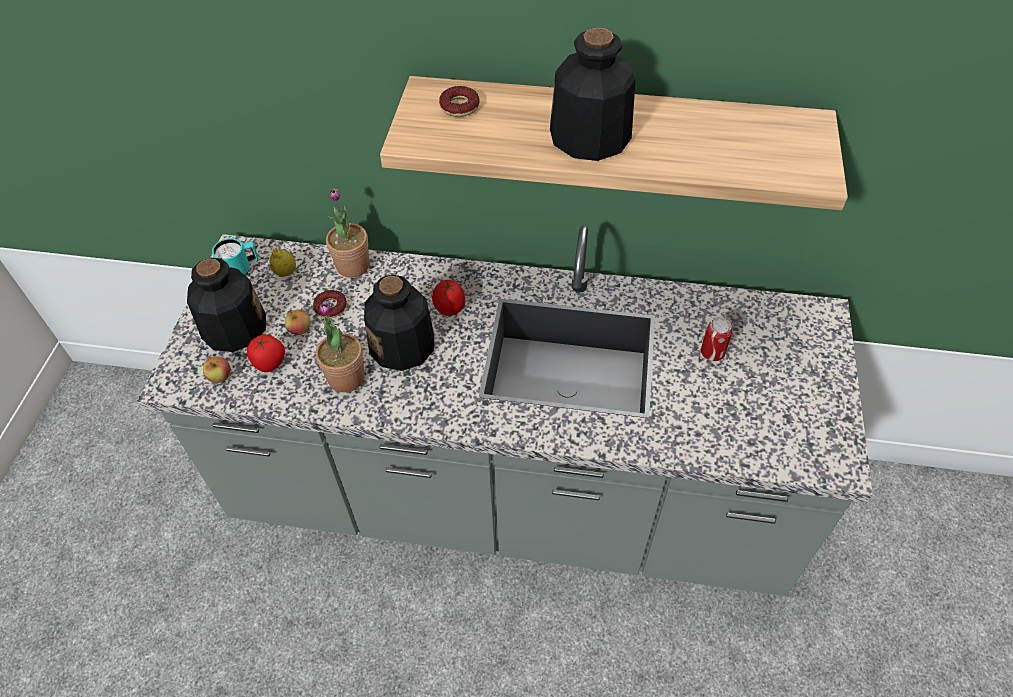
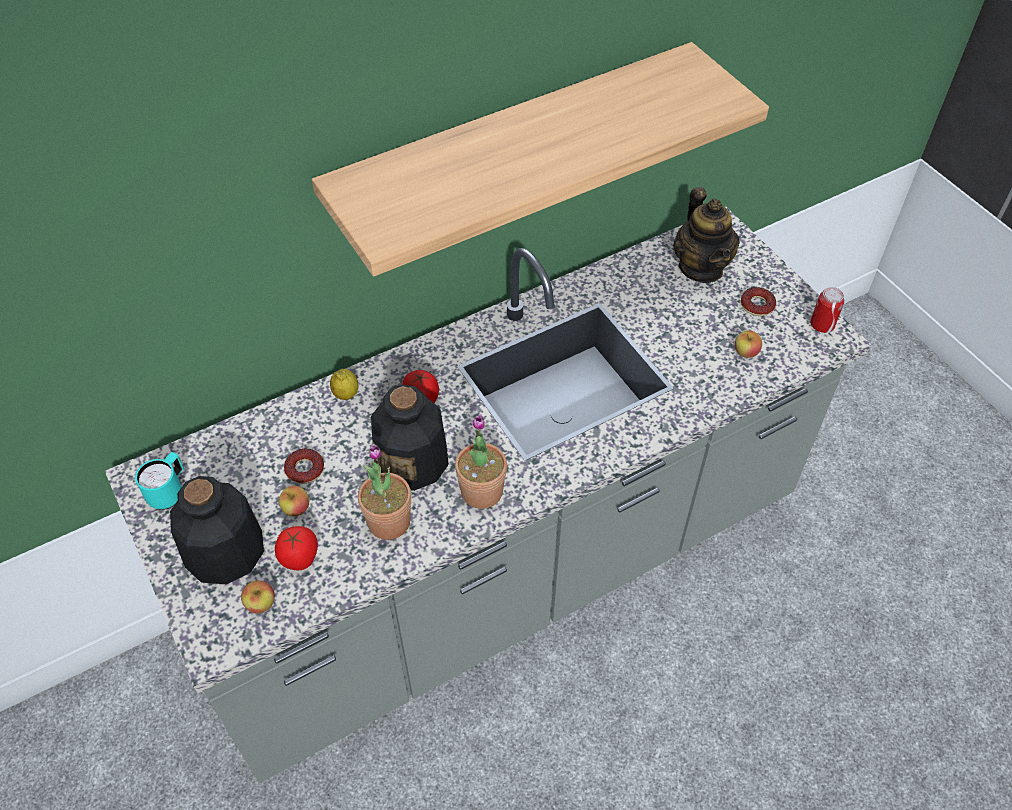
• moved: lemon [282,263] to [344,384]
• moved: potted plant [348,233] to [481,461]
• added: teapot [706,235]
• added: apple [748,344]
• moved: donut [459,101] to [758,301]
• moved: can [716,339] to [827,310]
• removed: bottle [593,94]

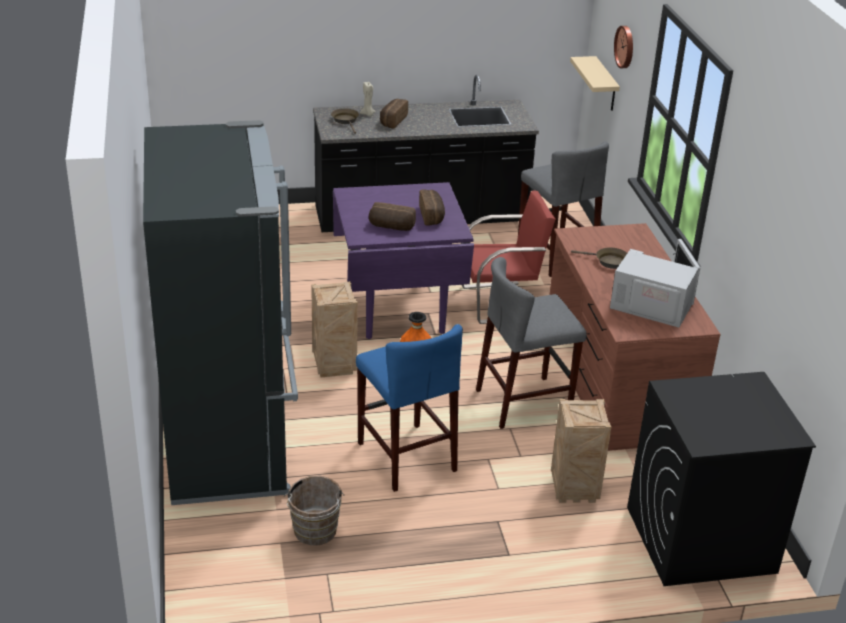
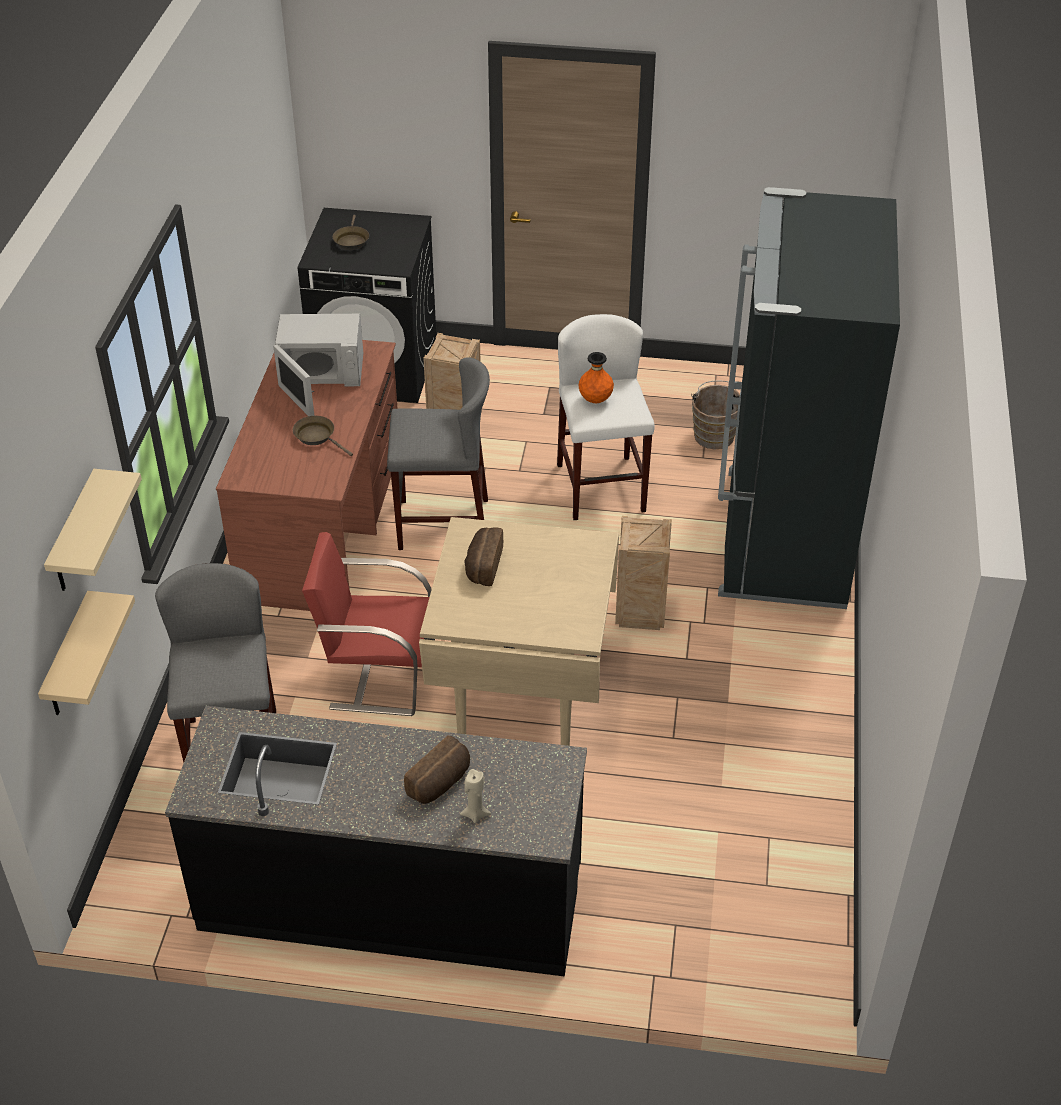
• replaced: wall clock [623,47] to beige shelf [93,530]
• turned: white microwave [655,283] = [318,365] 45 degrees counterclockwise
• moved: brown frying pan [345,121] to [350,232]
• recoloured: purple dining table [403,260] to beige dining table [519,631]
• recoloured: blue stool [409,408] to white stool [606,417]
• removed: bread [392,216]

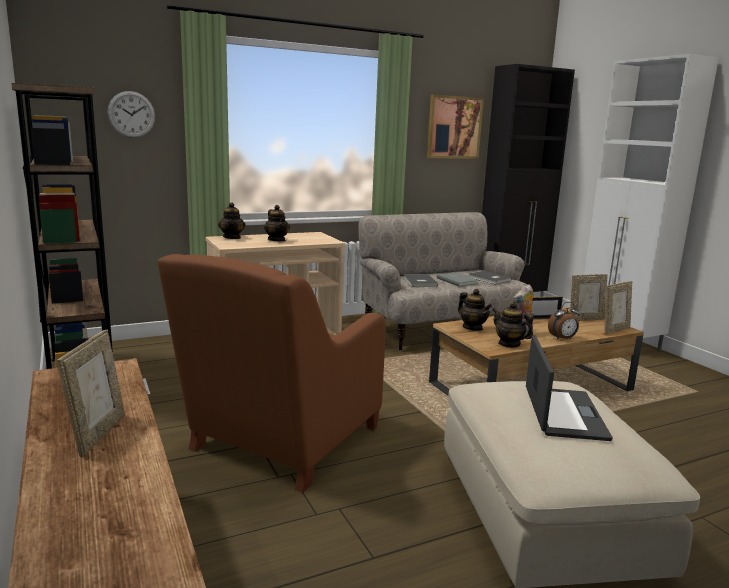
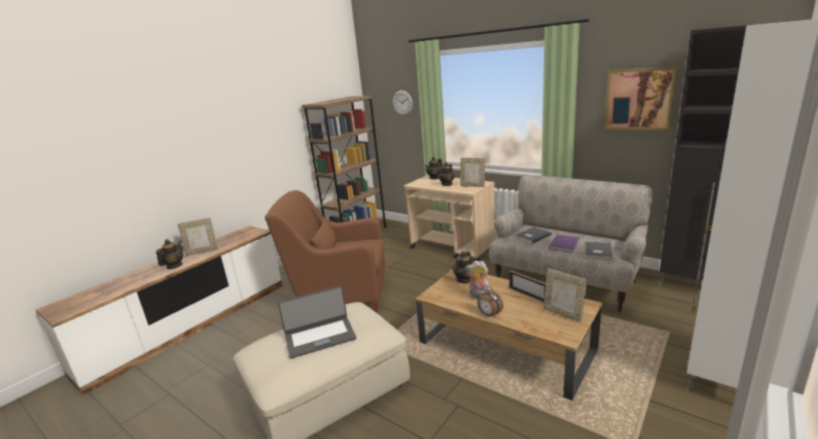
• moved: teapot [513,325] to [169,254]
• moved: picture frame [618,308] to [472,172]
• recoloured: grey book [457,279] to purple book [564,243]

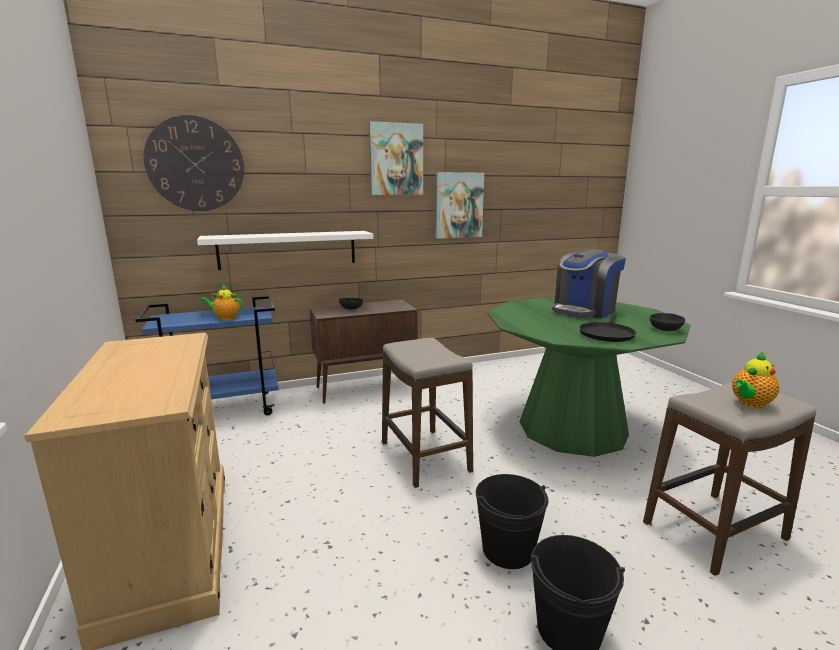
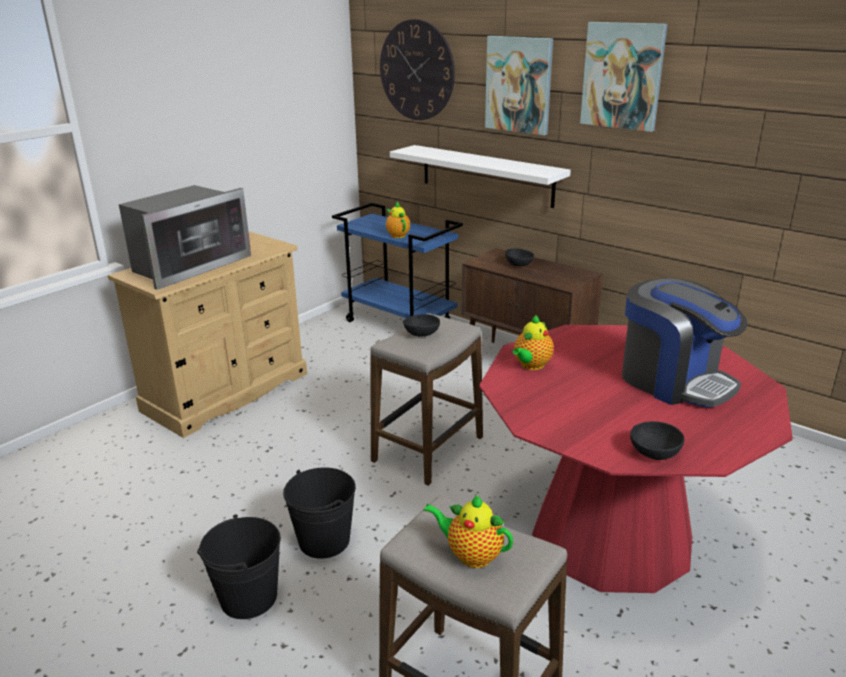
• added: microwave [185,237]
• added: black bowl [421,325]
• recoloured: green dining table [589,377] to red dining table [636,459]
• moved: picture [459,205] to [519,85]
• added: teapot [533,342]
• turned: coffee machine [589,283] = [684,343] 150 degrees counterclockwise
• removed: black frying pan [607,328]

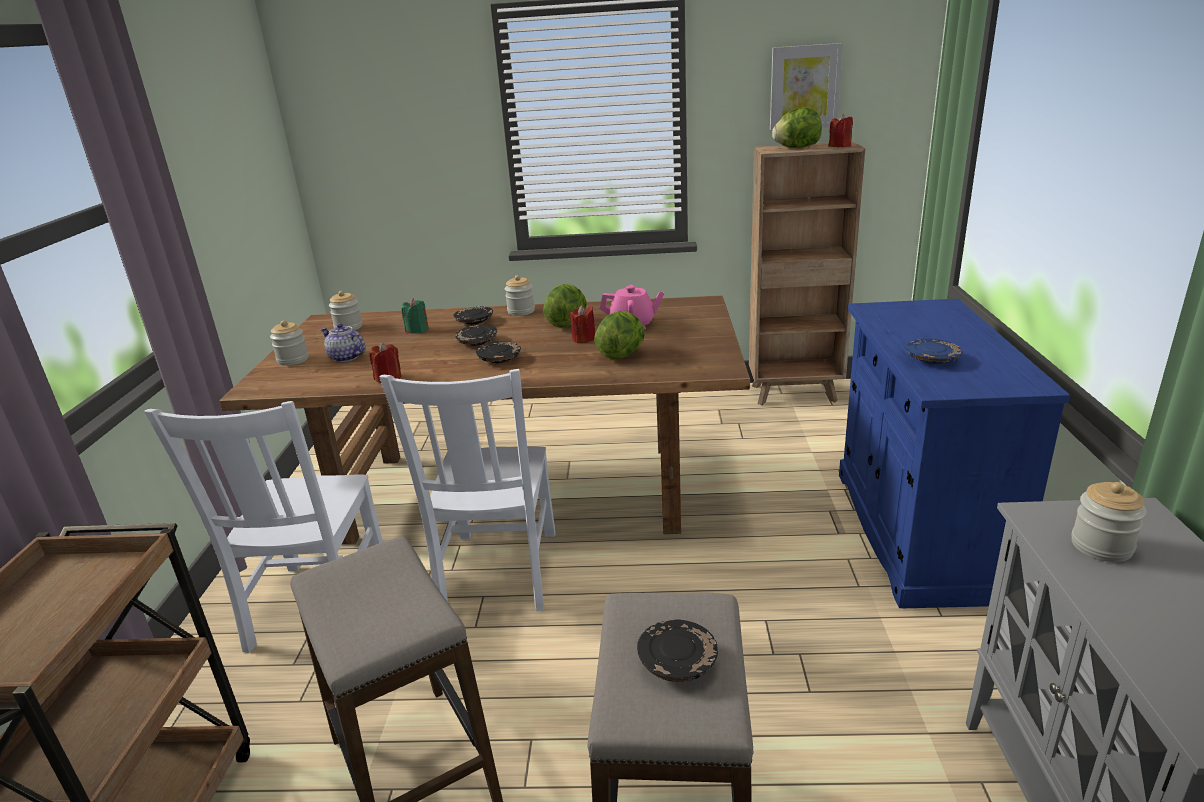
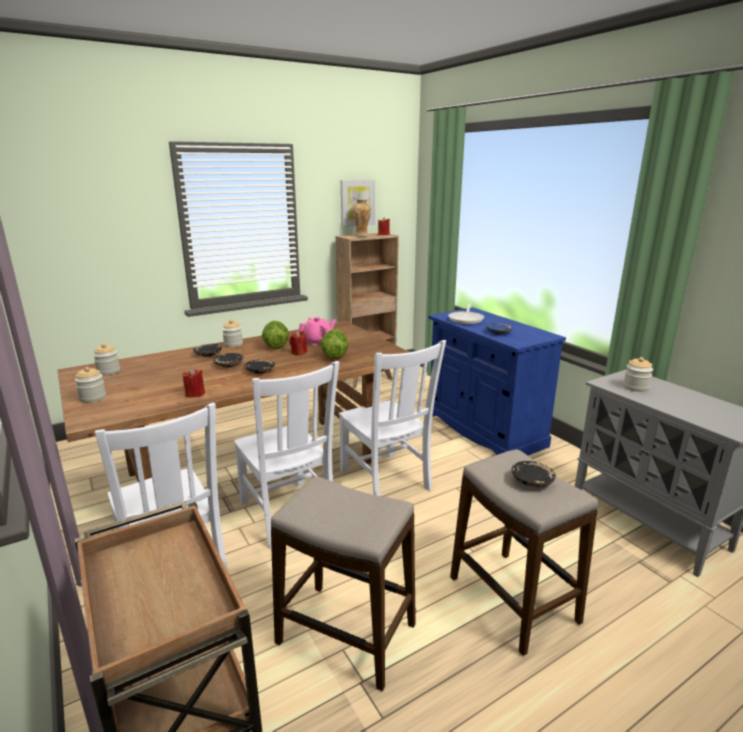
• added: white chair [392,418]
• replaced: lettuce [797,127] to vase [361,218]
• added: frying pan [466,313]
• removed: teapot [343,342]
• removed: green candle [415,316]

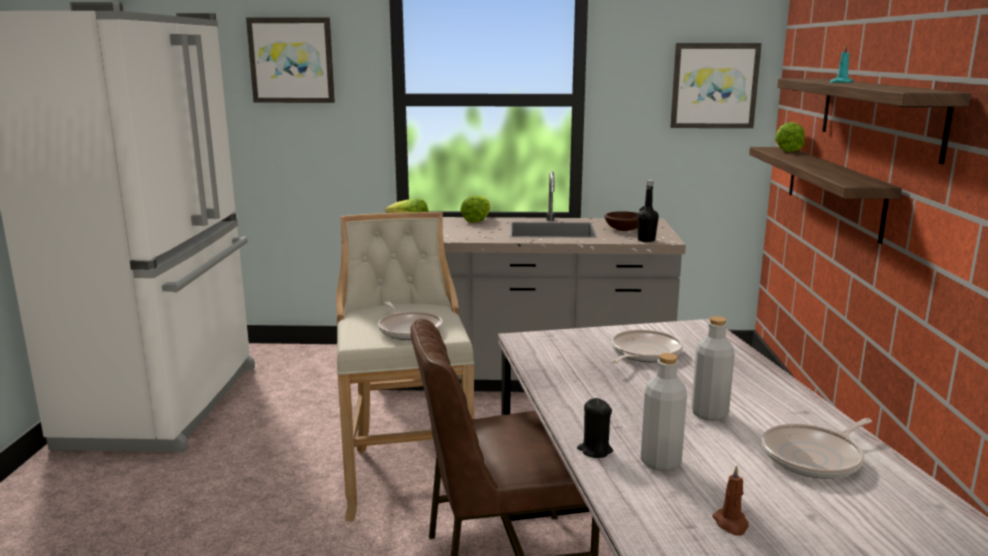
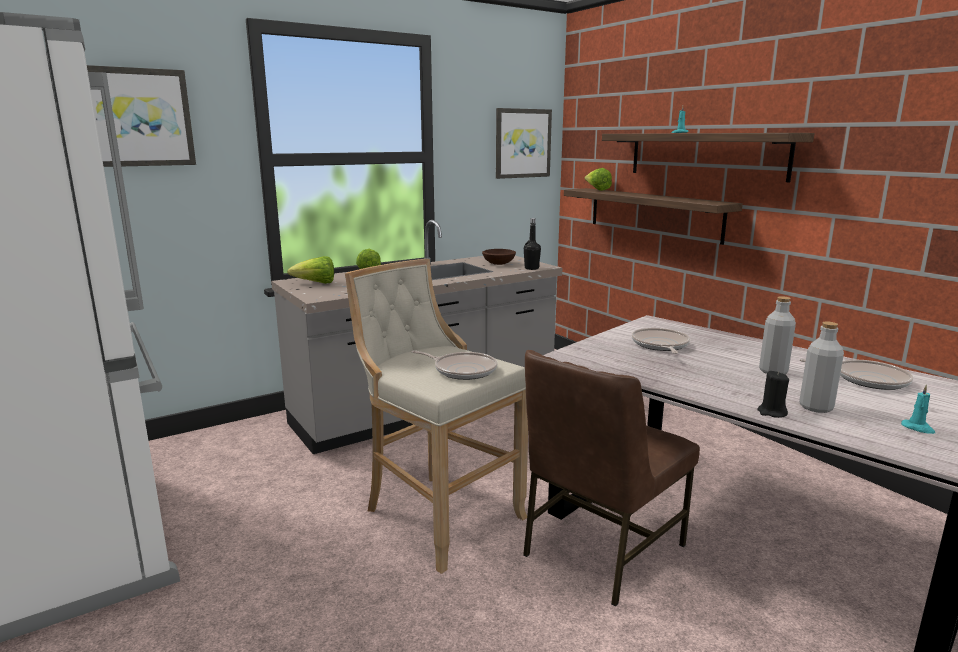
• turned: frying pan [817,448] = [856,374] 90 degrees counterclockwise
• recoloured: brown candle [730,500] to turquoise candle [918,409]

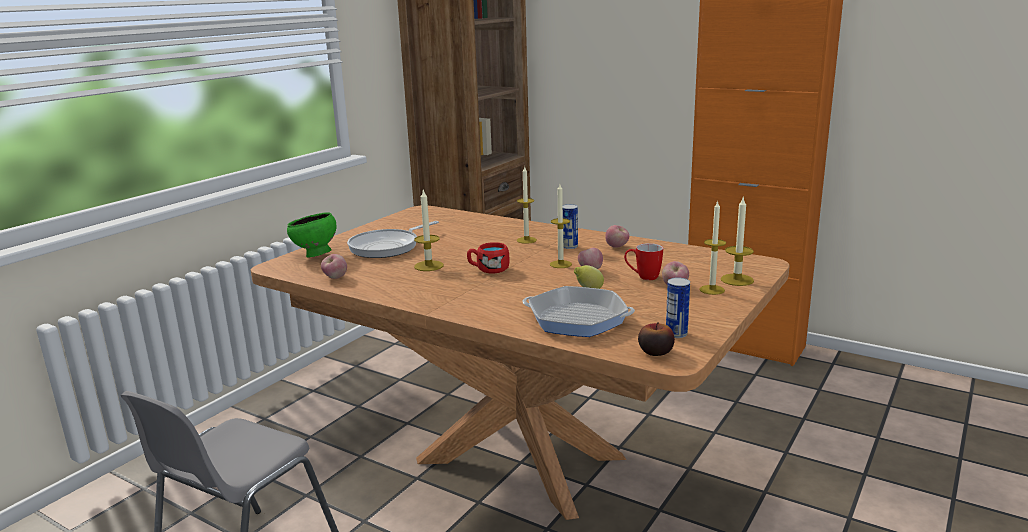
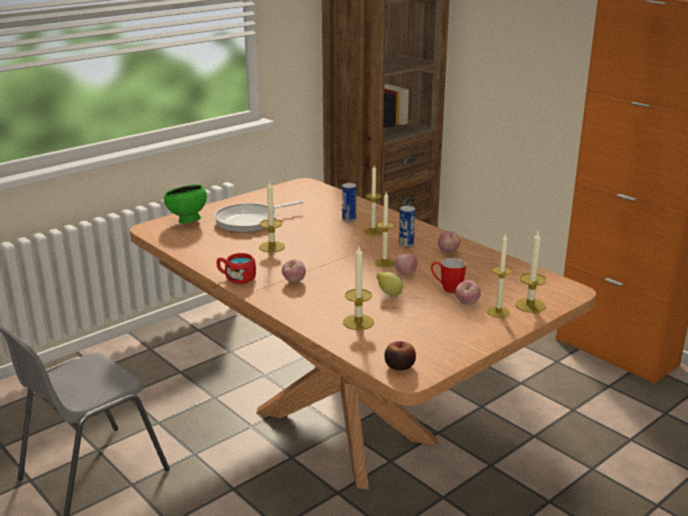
• moved: red mug [488,257] to [236,268]
• moved: apple [334,266] to [294,271]
• moved: can [678,307] to [349,202]
• replaced: frying pan [578,311] to candle [358,288]

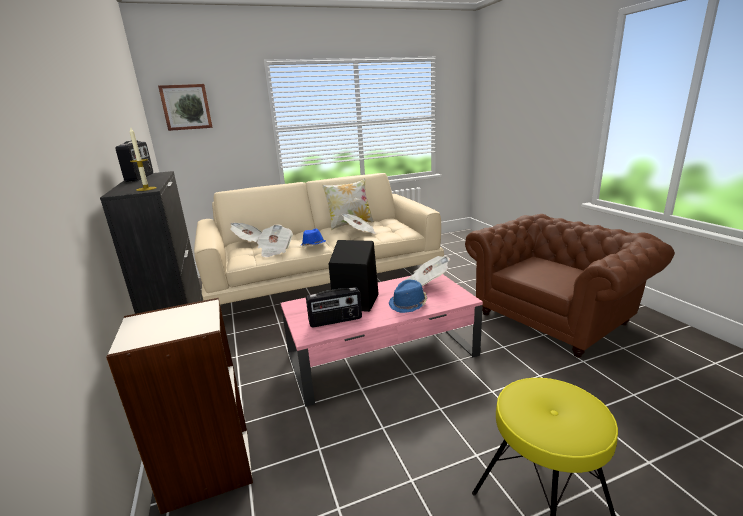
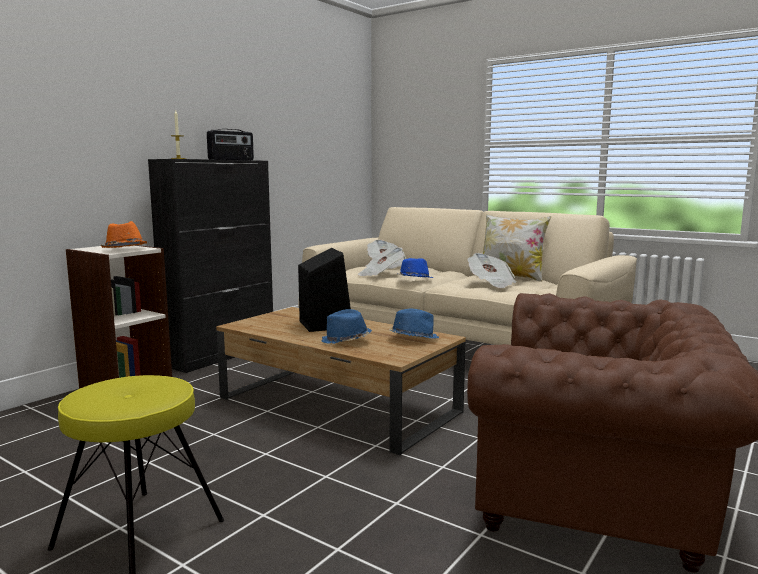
• added: orange hat [124,234]
• recoloured: pink coffee table [382,340] to brown coffee table [341,381]
• replaced: newspaper [427,271] to blue hat [414,323]
• removed: picture [185,107]
• removed: radio [334,307]

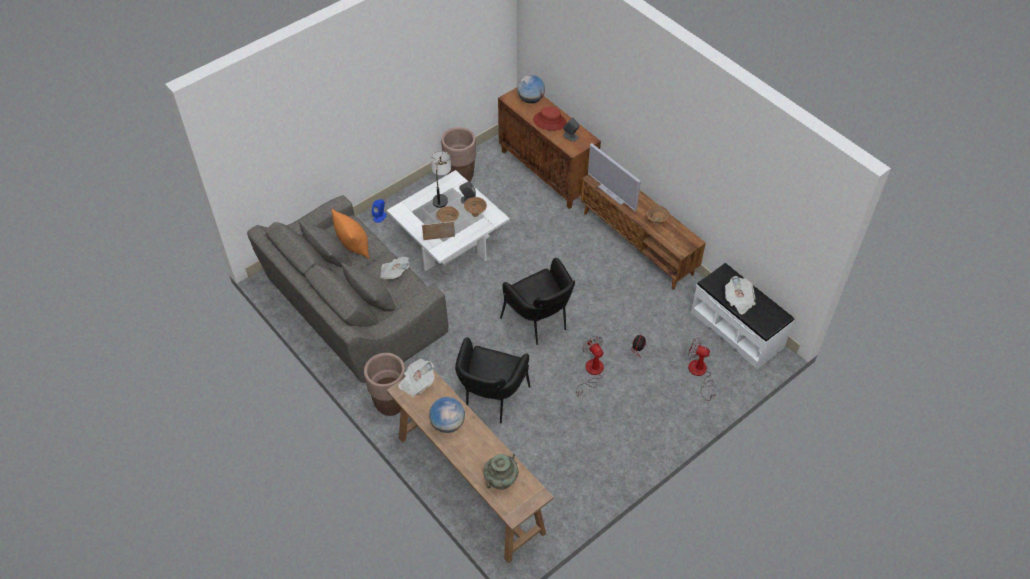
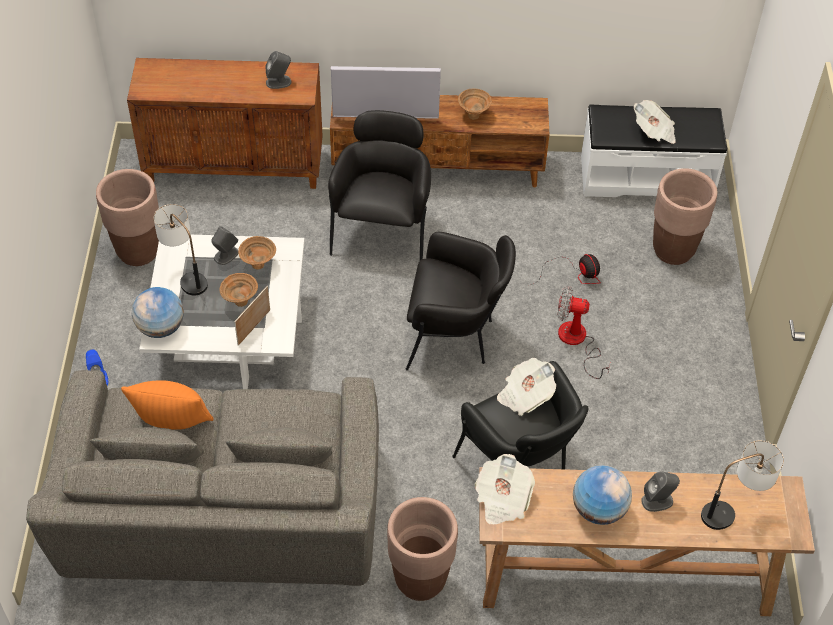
• moved: globe [531,89] to [158,312]
• added: black armchair [379,185]
• moved: newspaper [394,268] to [526,387]
• added: grey speaker [660,492]
• replaced: fan [702,369] to brown planter [685,216]
• replaced: turquoise vase [501,471] to table lamp [742,485]
• removed: red hat [550,119]

